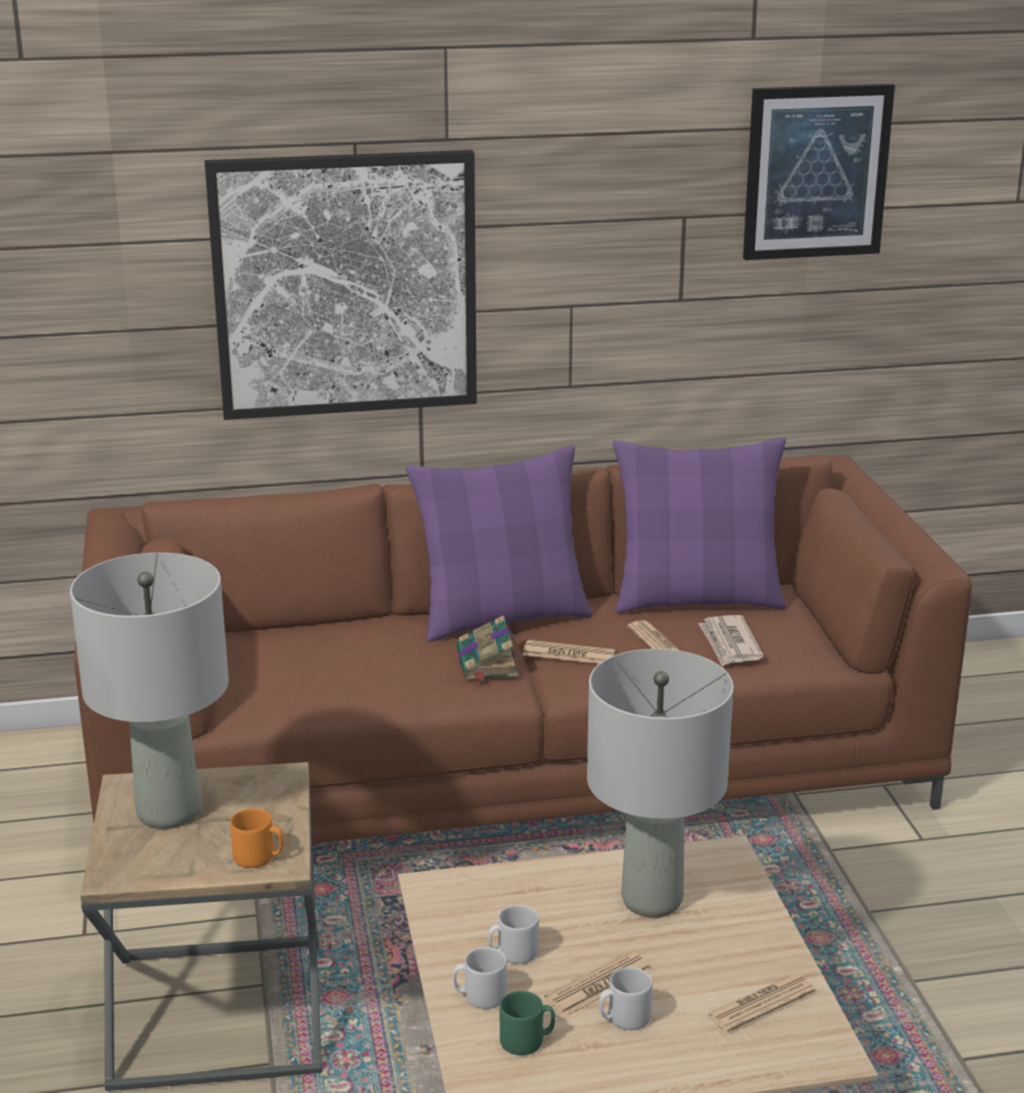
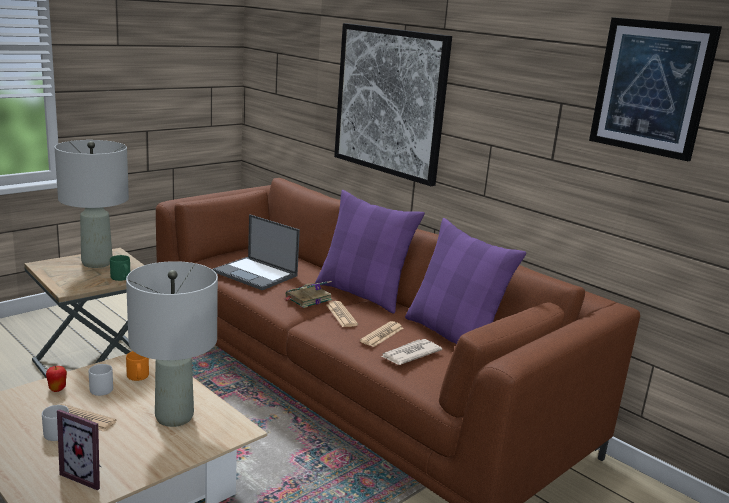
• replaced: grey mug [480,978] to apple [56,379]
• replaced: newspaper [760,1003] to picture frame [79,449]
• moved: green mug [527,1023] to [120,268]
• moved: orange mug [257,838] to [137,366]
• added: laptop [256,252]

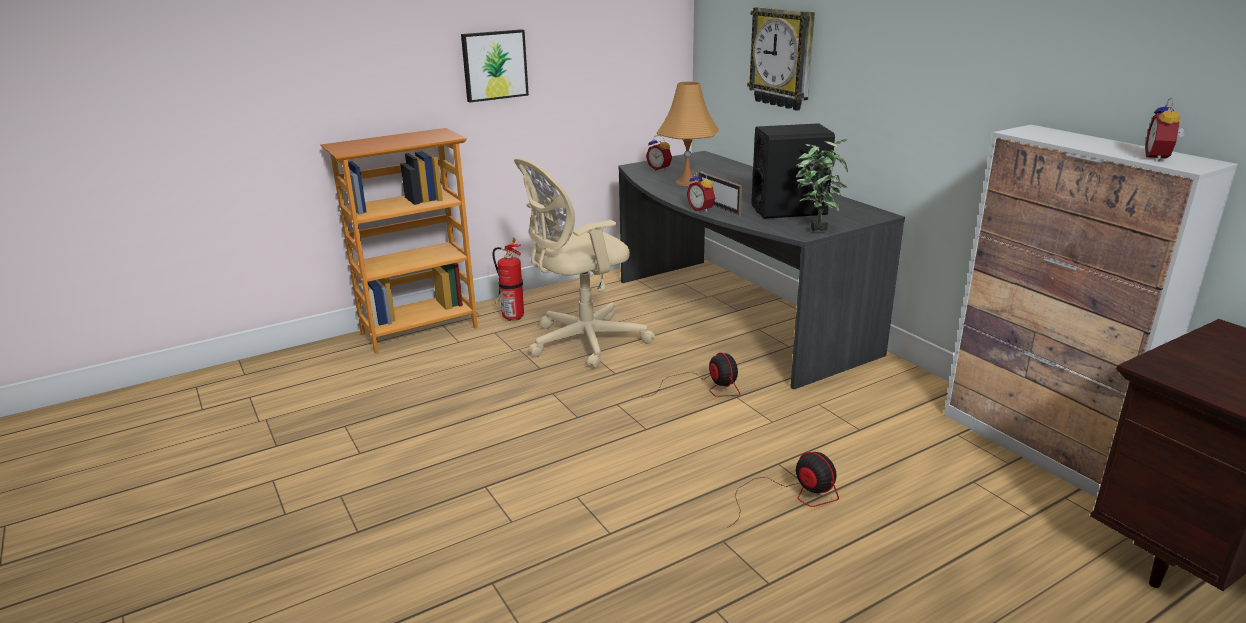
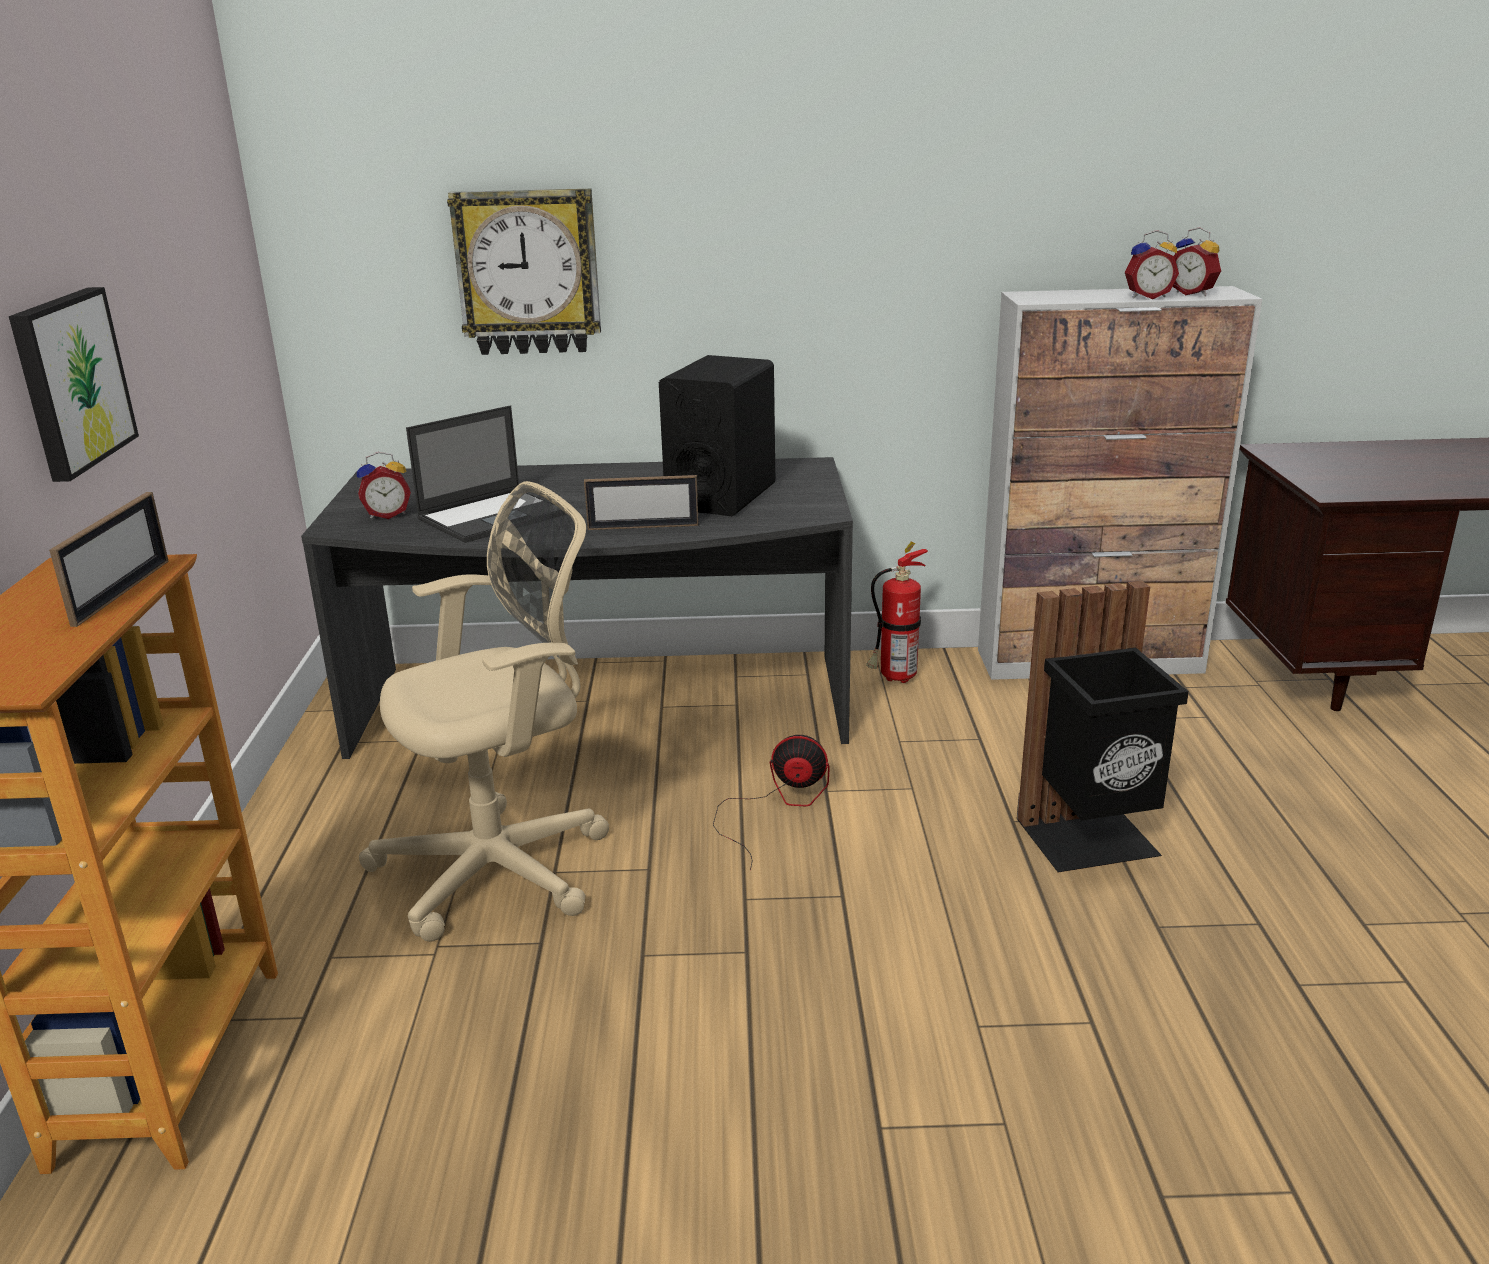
• added: picture frame [109,559]
• turned: beige office chair [584,263] = [484,711] 120 degrees counterclockwise
• replaced: orange table lamp [687,133] to laptop [482,474]
• moved: fire extinguisher [508,279] to [897,612]
• replaced: fan [783,490] to black trash can [1103,726]
• moved: alarm clock [701,192] to [1152,264]
• removed: potted plant [822,185]

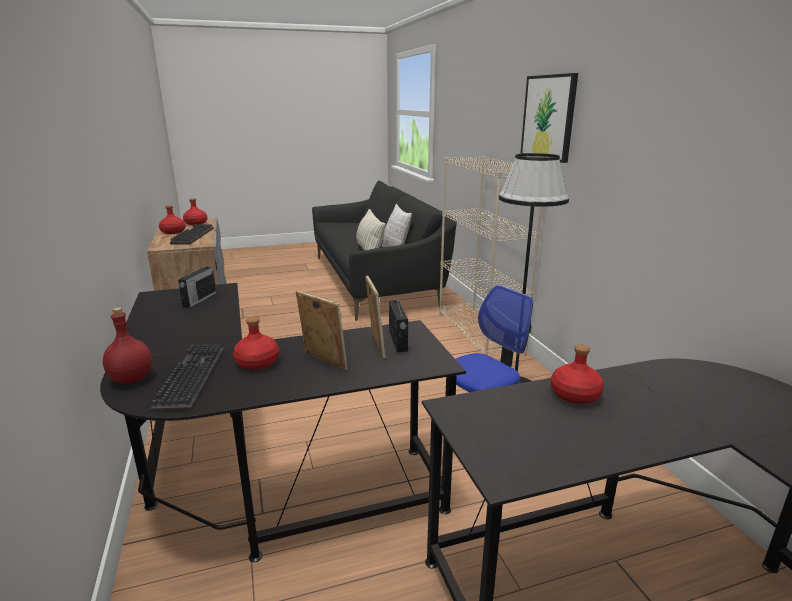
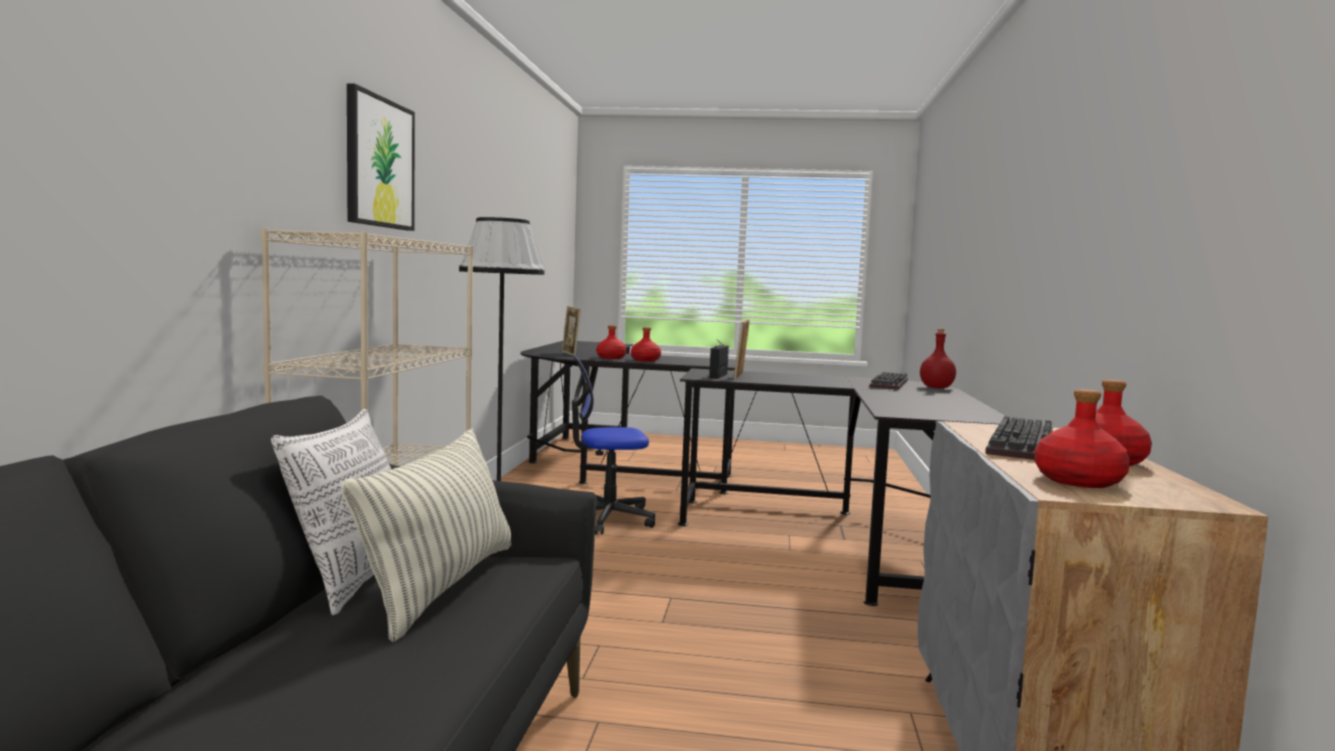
• moved: picture frame [322,330] to [571,331]
• moved: red bottle [256,343] to [611,342]
• removed: radio [197,286]

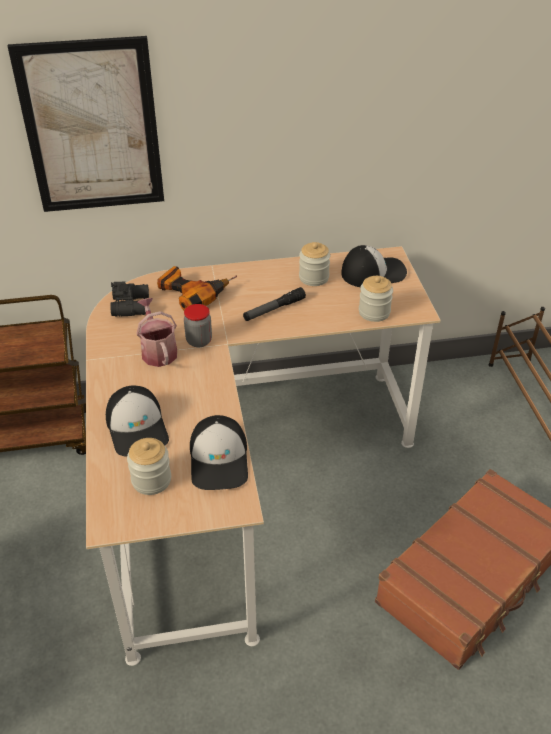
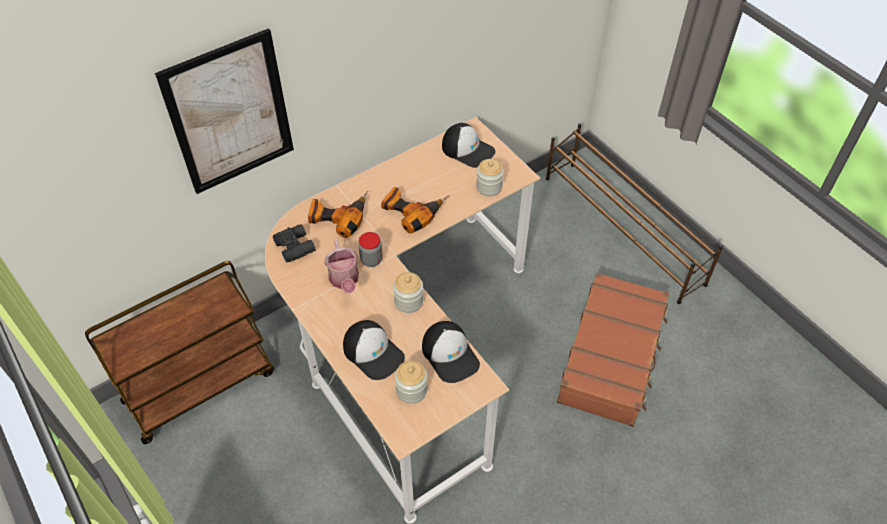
• turned: watering can [156,332] = [341,266] 150 degrees counterclockwise
• replaced: flashlight [274,304] to power drill [415,210]
• moved: jar [314,264] to [408,292]
• turned: cap [374,266] = [468,145] 75 degrees clockwise

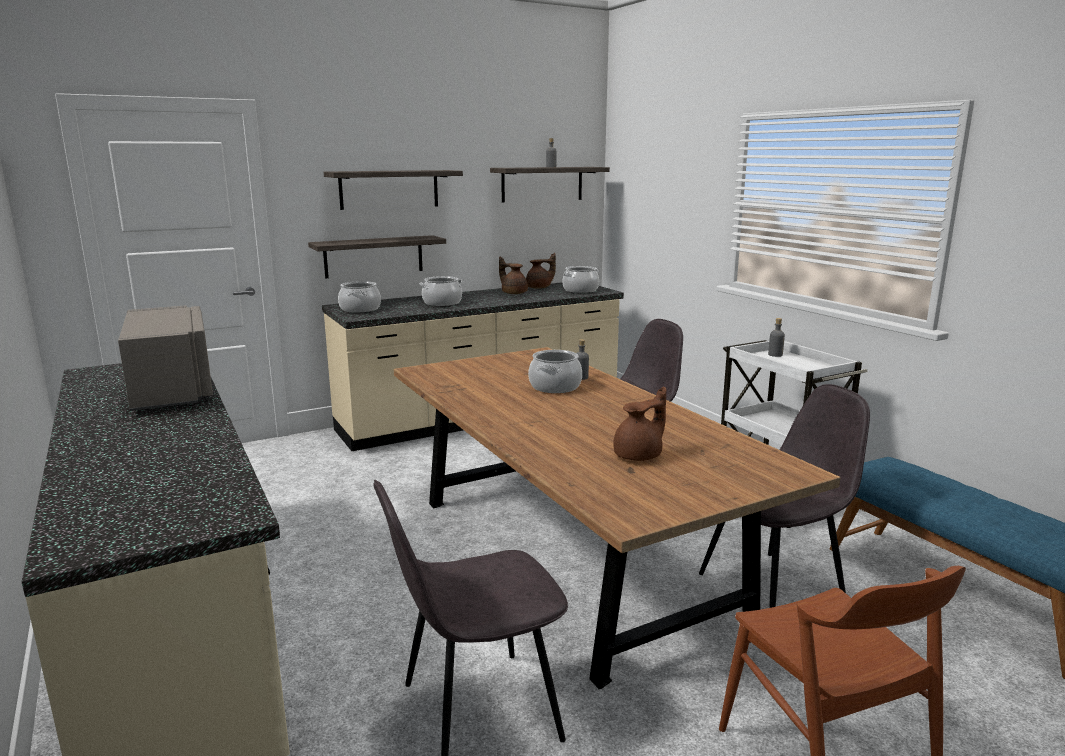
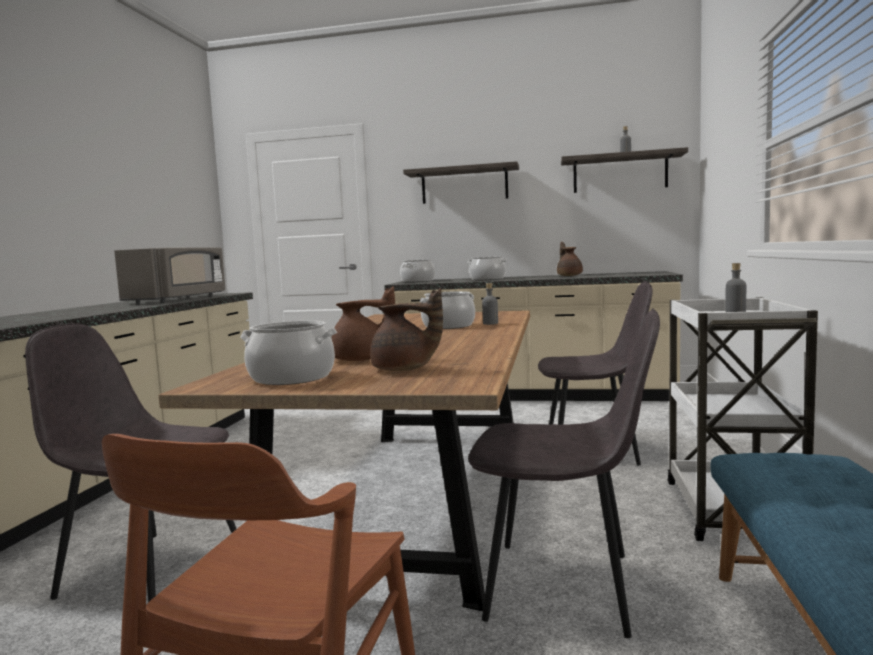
• moved: cooking pot [580,279] to [288,353]
• moved: brown teapot [541,271] to [406,329]
• removed: shelf [377,257]

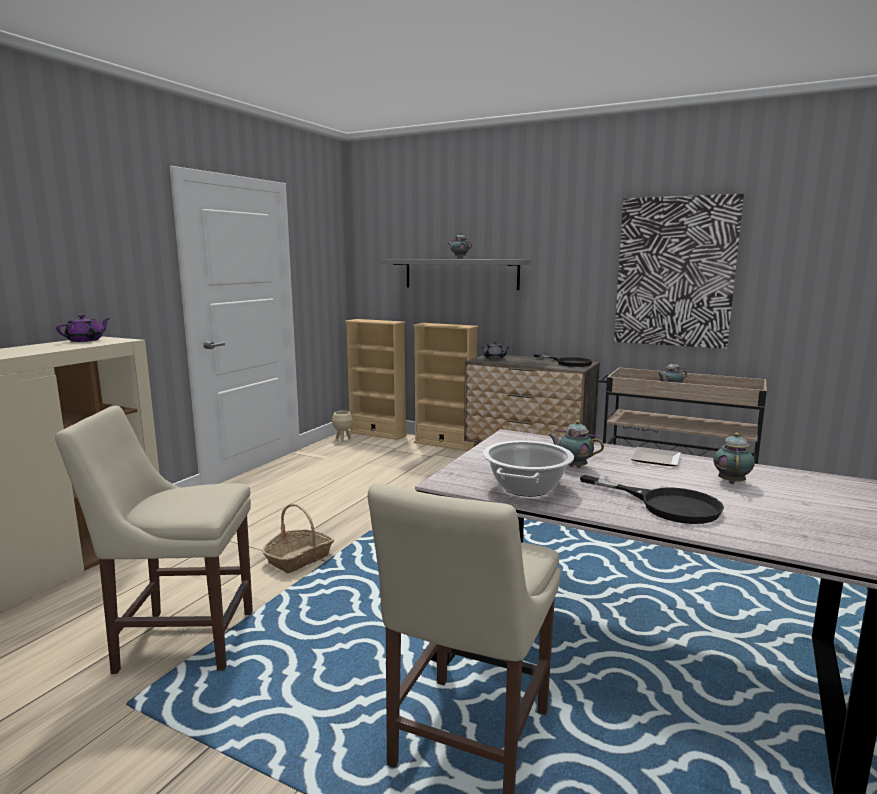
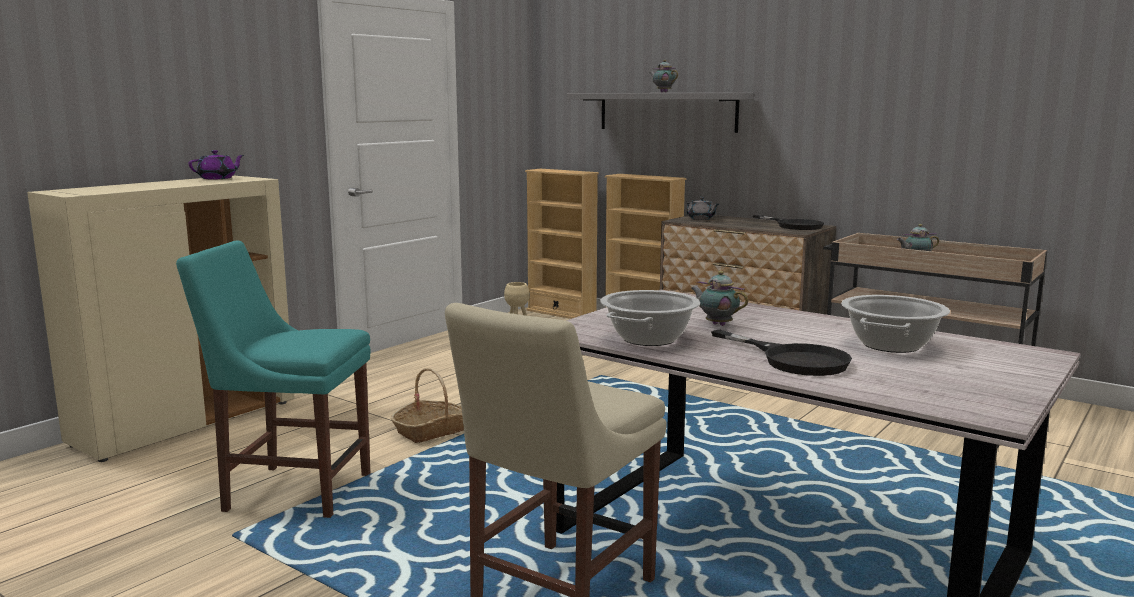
• recoloured: beige chair [154,540] to turquoise chair [273,379]
• replaced: teapot [734,458] to cooking pot [895,324]
• removed: picture [679,271]
• removed: plate [656,456]

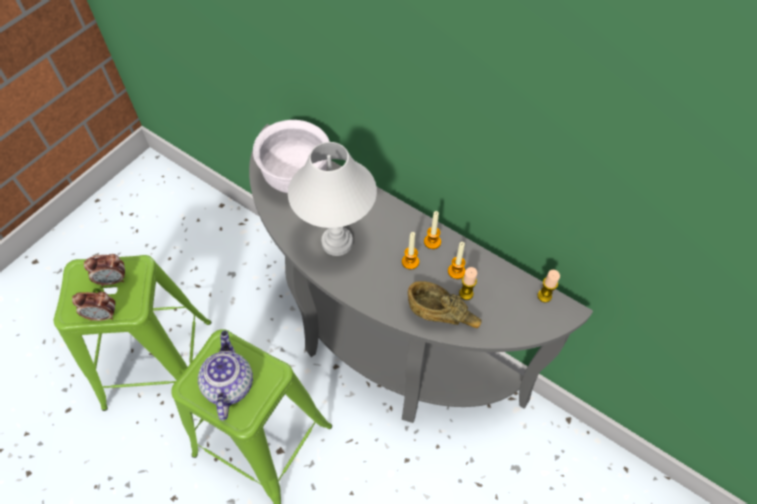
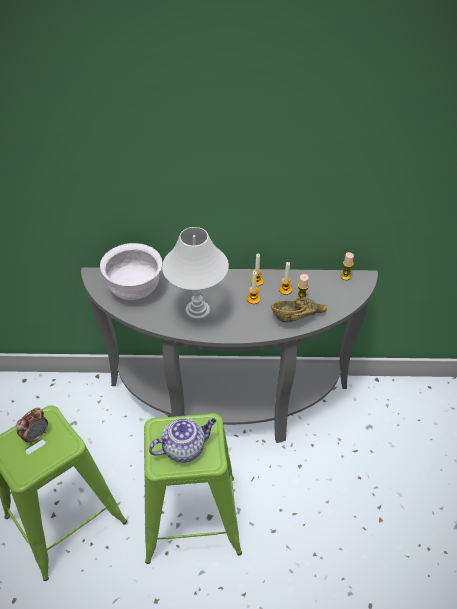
• turned: teapot [225,376] = [182,440] 105 degrees clockwise
• removed: alarm clock [93,306]

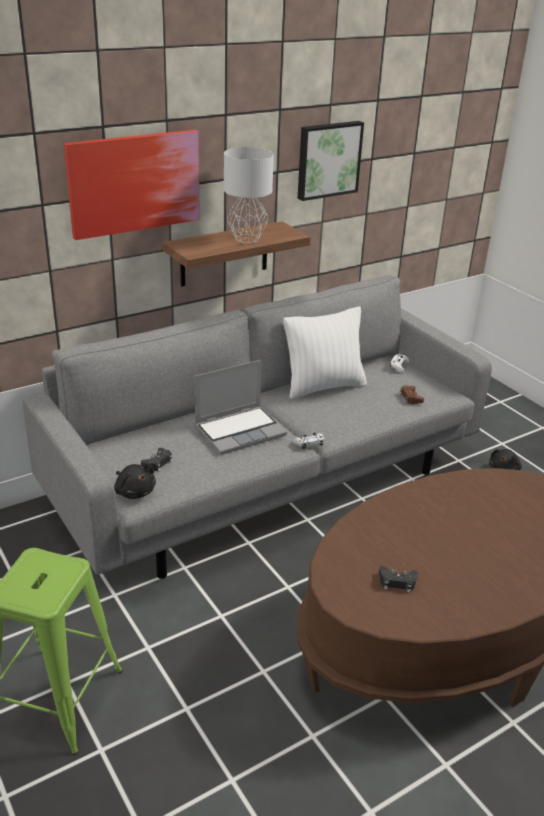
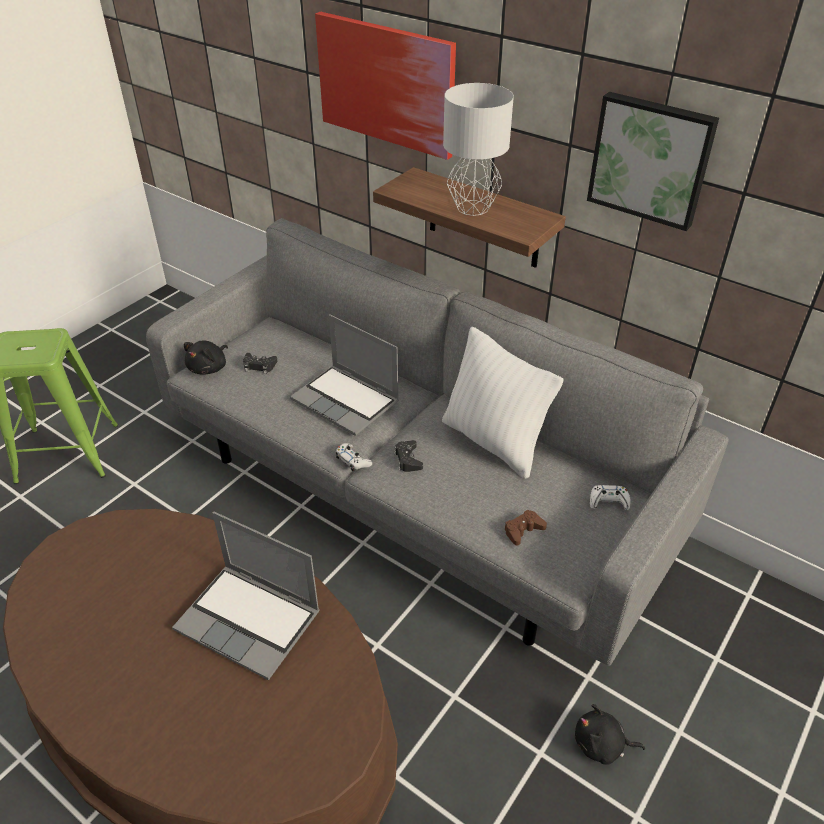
• added: laptop [246,596]
• moved: black game controller [398,579] to [408,456]

